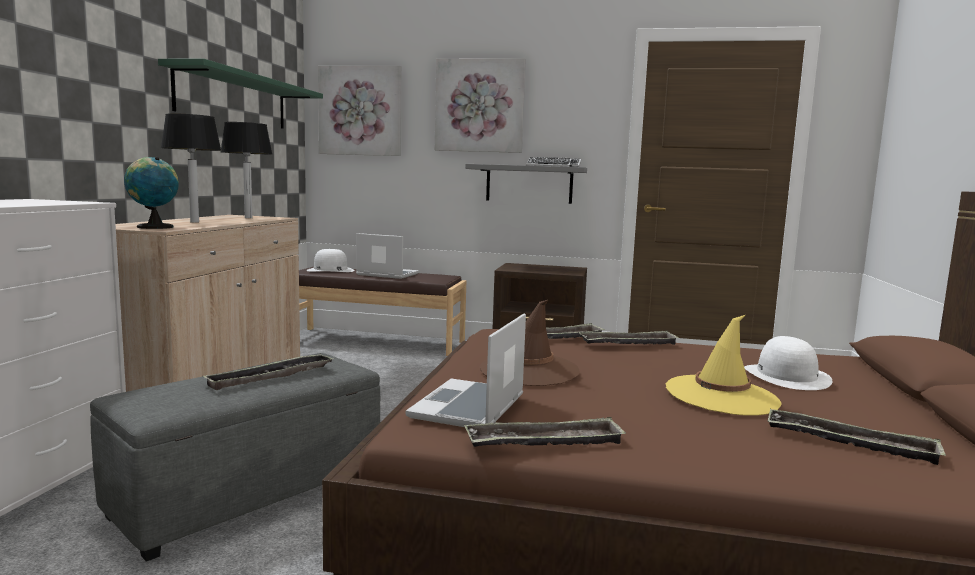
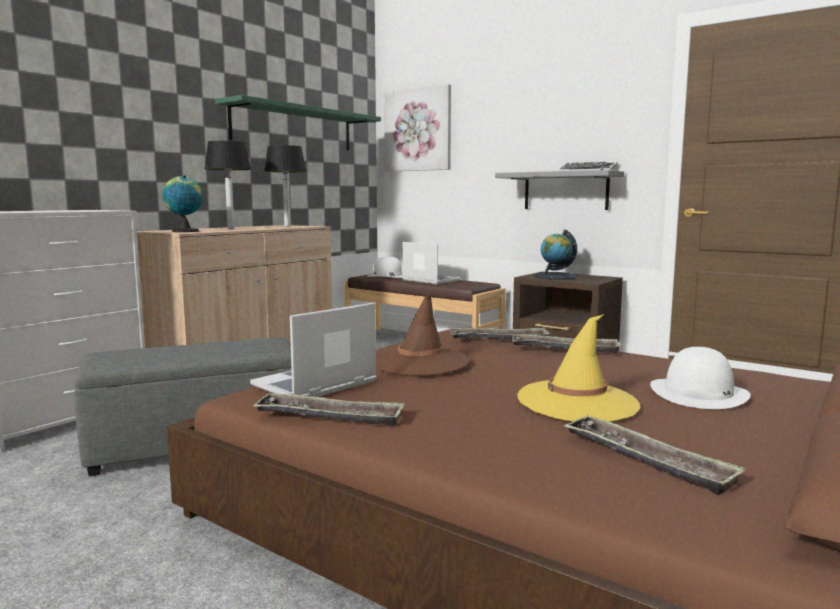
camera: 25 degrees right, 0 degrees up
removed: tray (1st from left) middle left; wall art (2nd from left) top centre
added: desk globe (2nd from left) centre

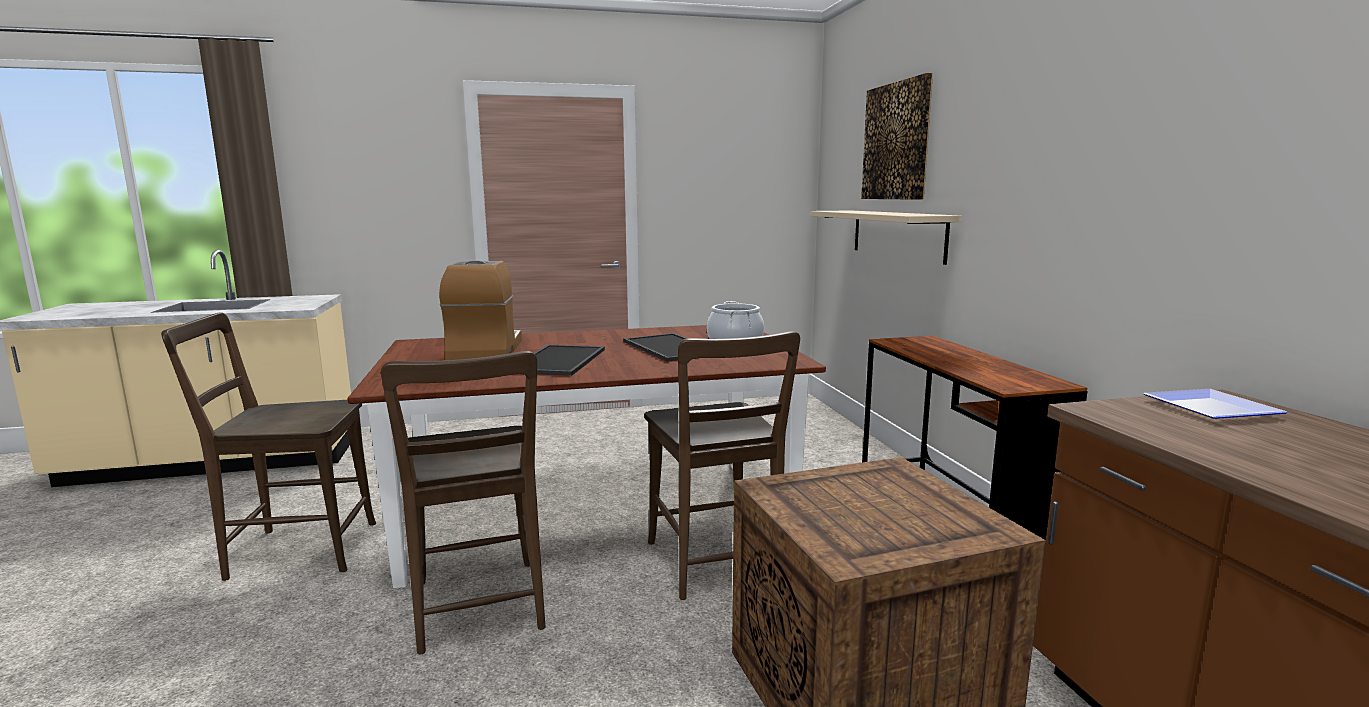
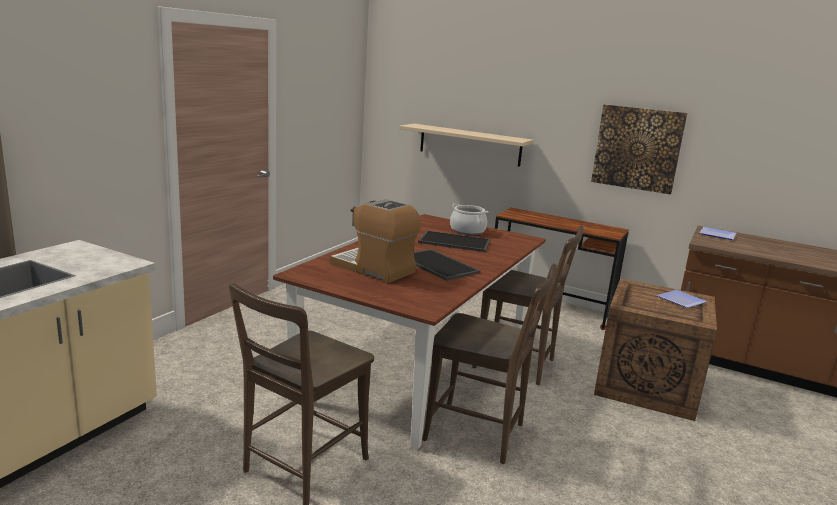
camera: 50 degrees left, 5 degrees up
added: dinner plate (1st from left) middle right
moved: wall art top centre to top right

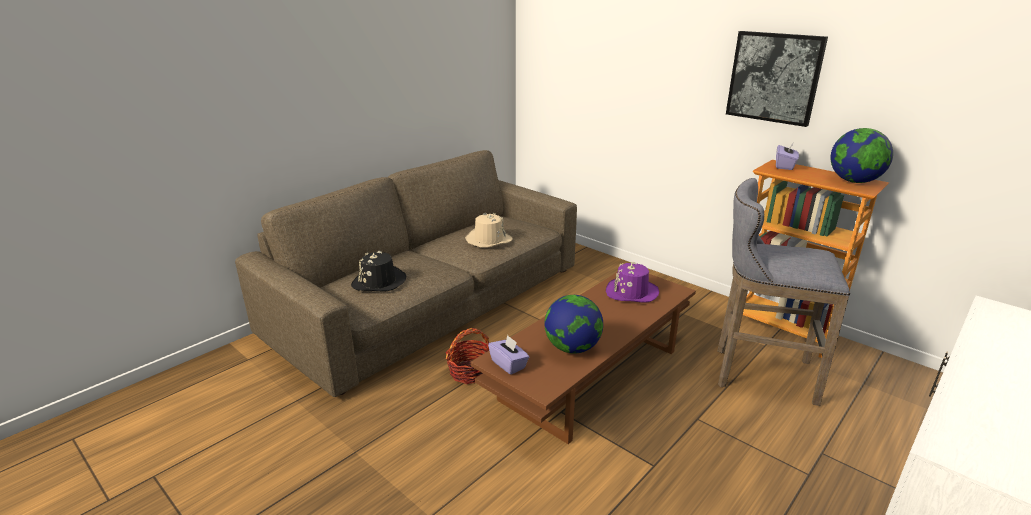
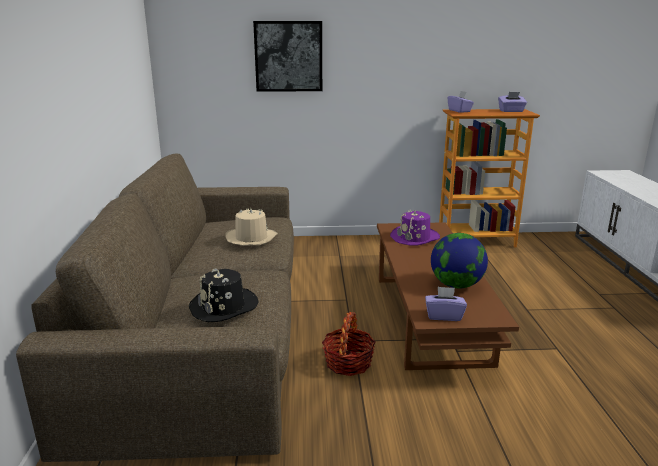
camera: 45 degrees left, 5 degrees down
removed: greyish sitting stool middle right
moved: wall art top right to top centre
replaced: desk globe (2nd from left) top right to purple tissue holder (3rd from left) top right

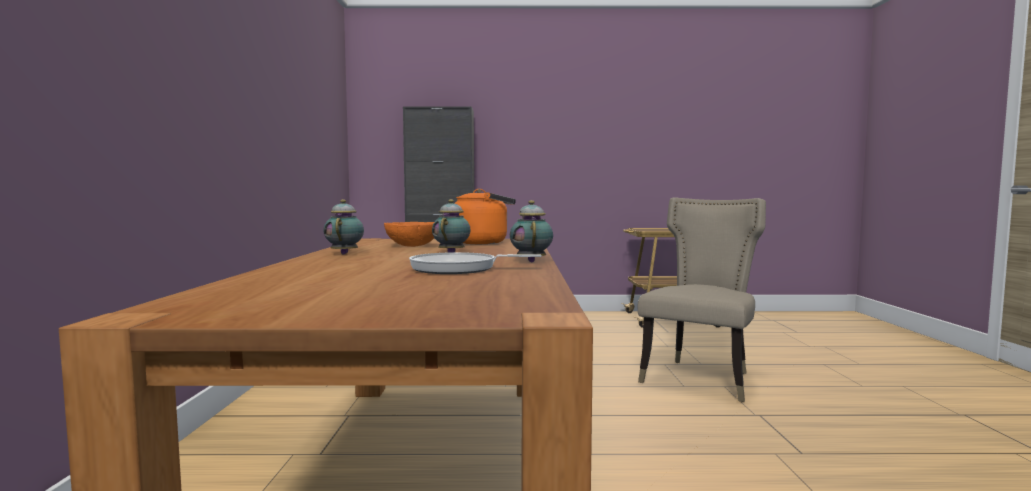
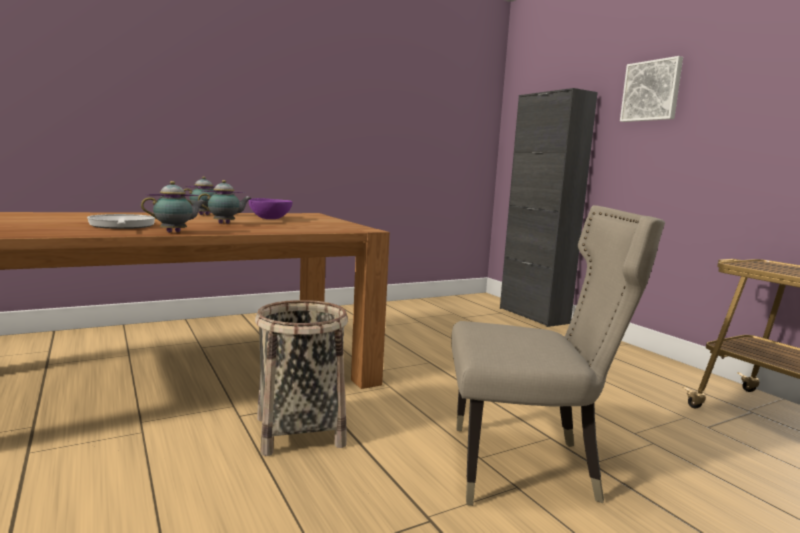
camera: 60 degrees right, 5 degrees up
removed: orangey tea kettle centre
added: basket bottom centre; wall art top right
recoloured: orangey deep dish centre to purple deep dish centre

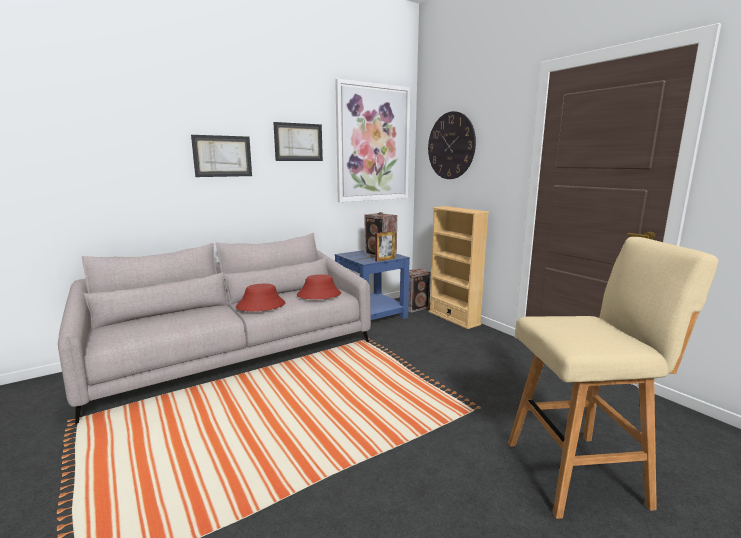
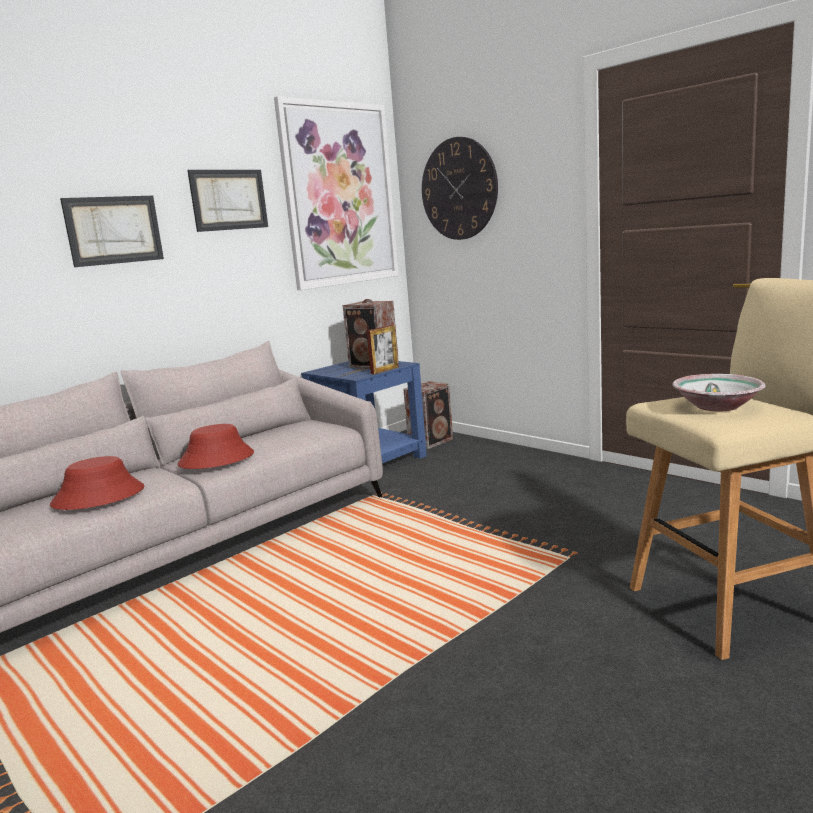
camera: 10 degrees left, 0 degrees up
removed: beige-coloured bookshelf centre
added: deep dish middle right
moved: reddish clothing hat (2nd from left in the first image) centre to reddish clothing hat (1st from left) middle left

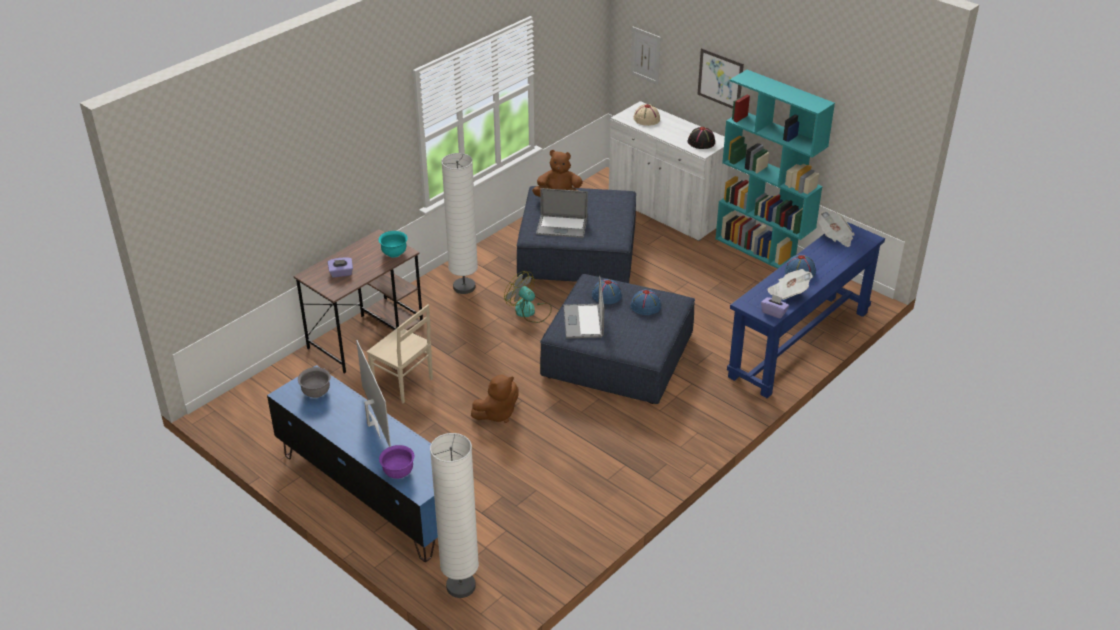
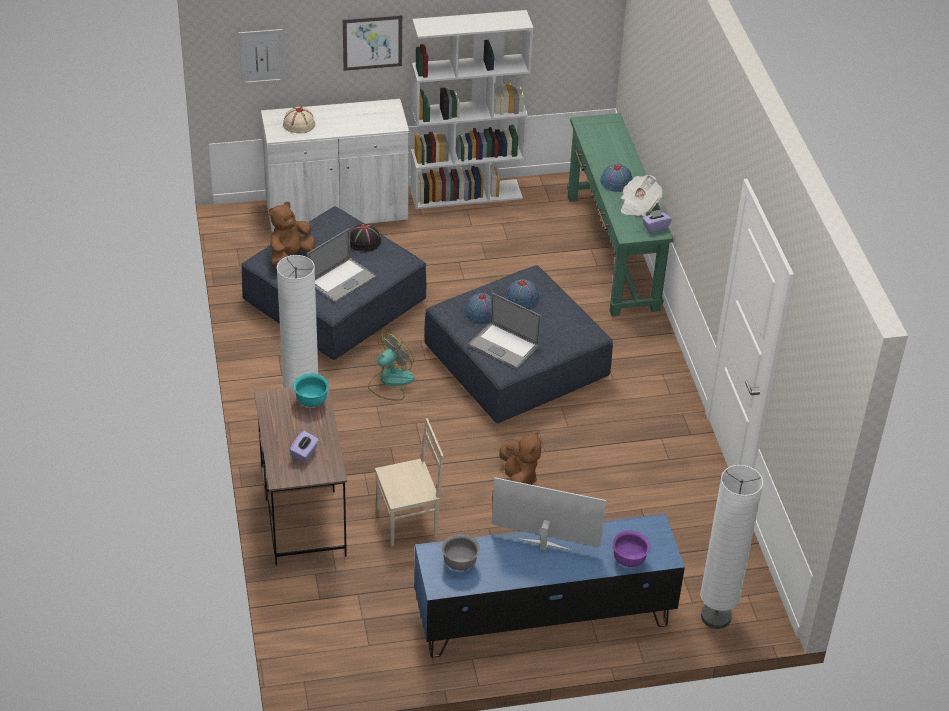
camera: 55 degrees left, 5 degrees up
removed: newspaper (2nd from left) middle right
moved: blackish clothing hat top centre to centre
recoloured: turquoise bookshelf top right to white bookshelf top centre; blue narrow table middle right to greenish narrow table top centre
turned: cooling fan centre = centre 150 degrees clockwise

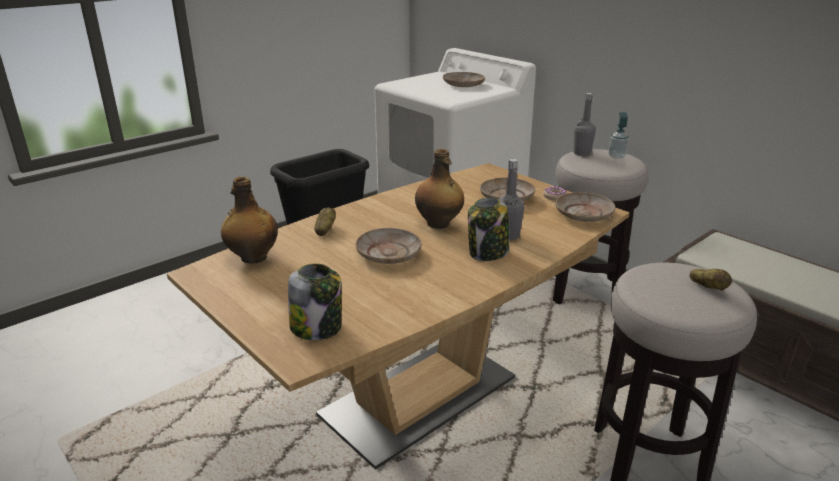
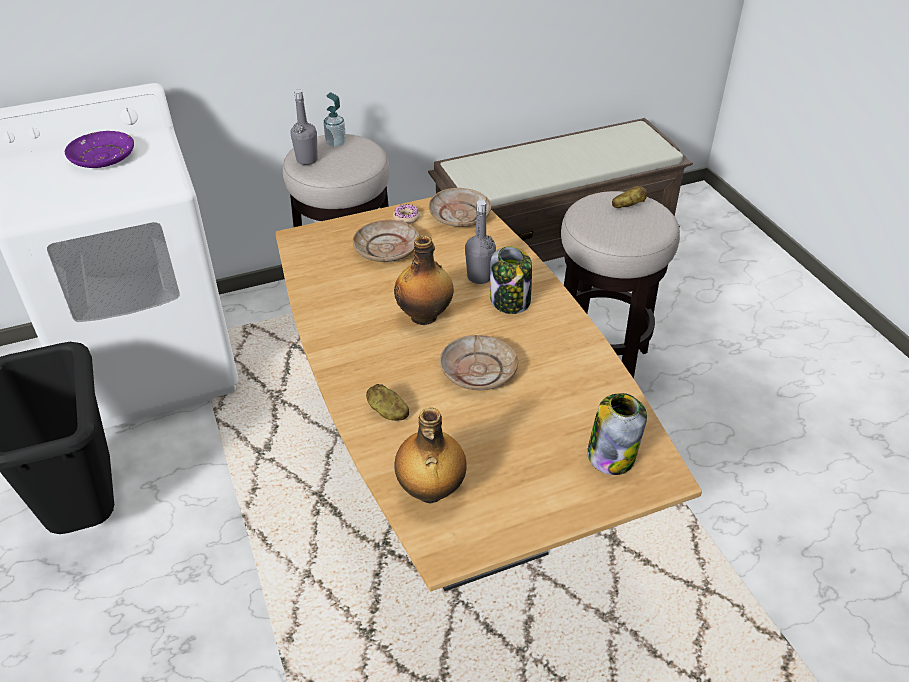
camera: 70 degrees left, 15 degrees up
recoloured: beige-coloured dinner plate (2nd from left) top centre to purple dinner plate top left

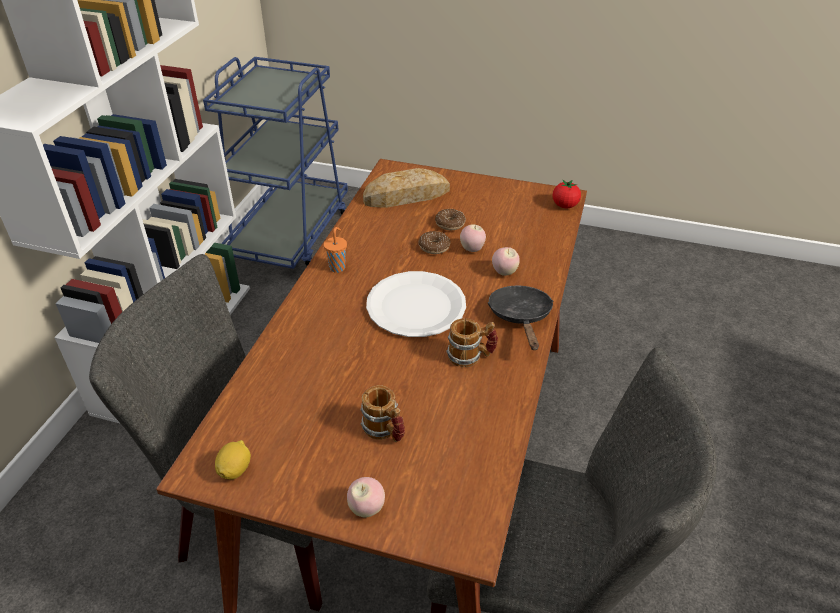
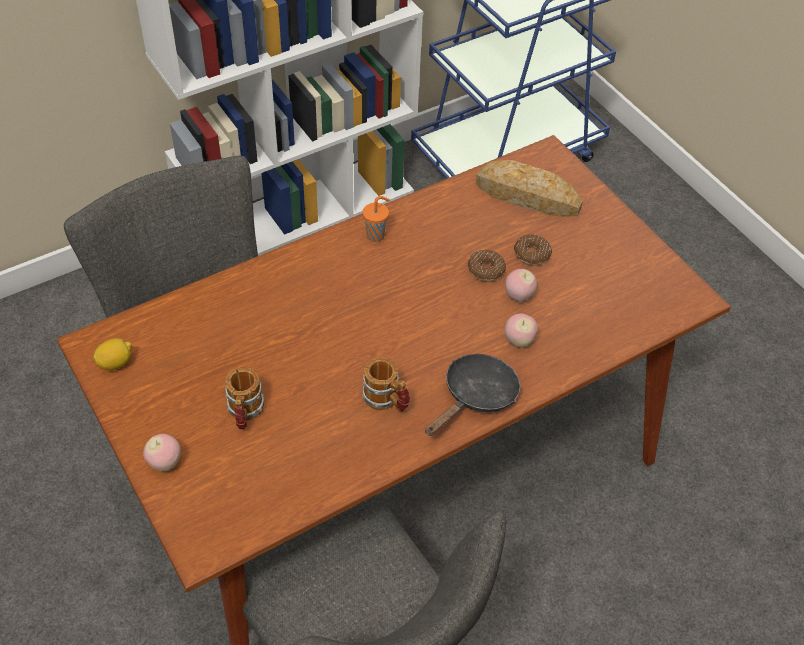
camera: 40 degrees right, 10 degrees up
removed: white dinner plate centre; fresh tomato top right

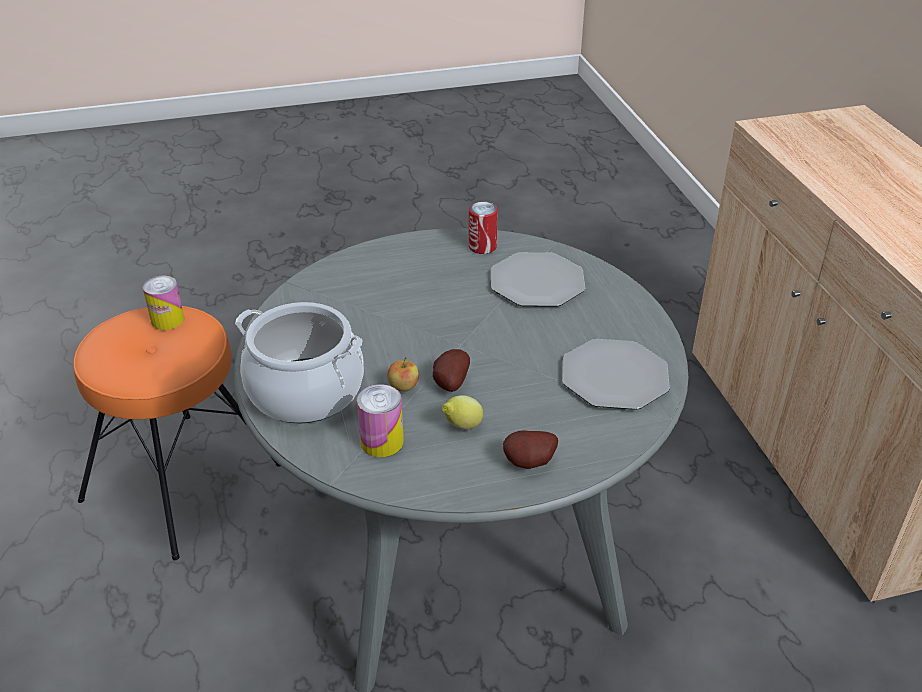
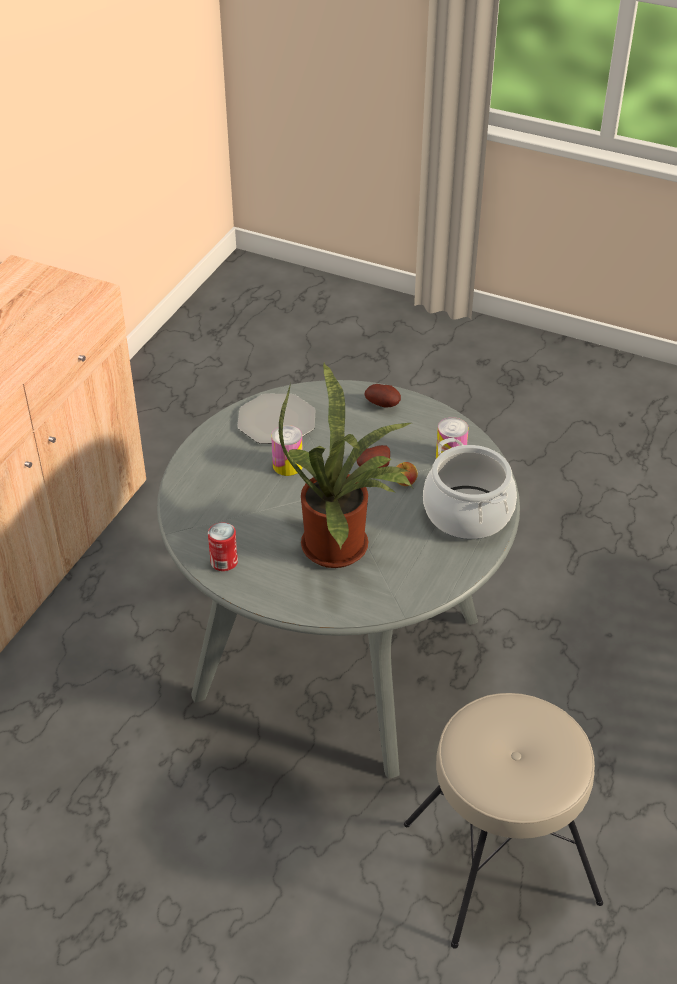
camera: 140 degrees left, 5 degrees up
removed: citrus fruit centre; dinner plate (1st from left) centre
added: plant in a pot centre
moved: sealed can (1st from left in the first image) middle left to sealed can (2nd from left) centre
recoloured: orangey sitting stool middle left to beige-coloured sitting stool bottom right

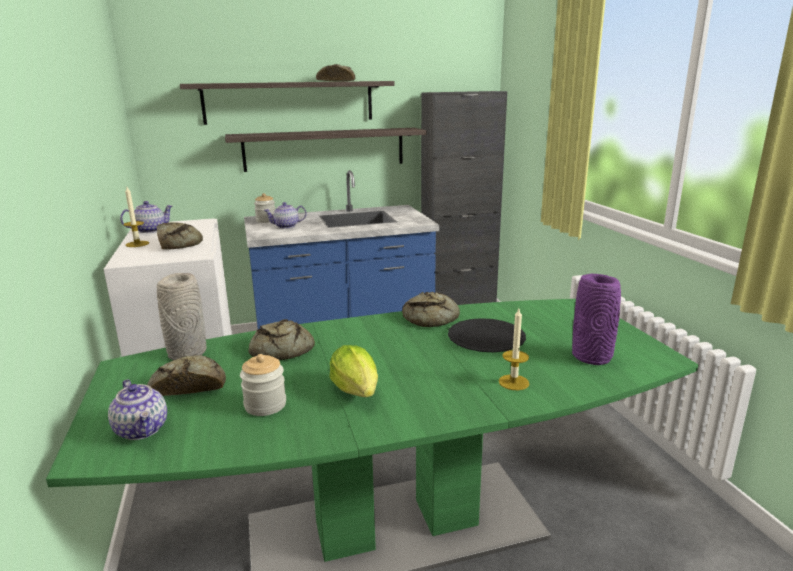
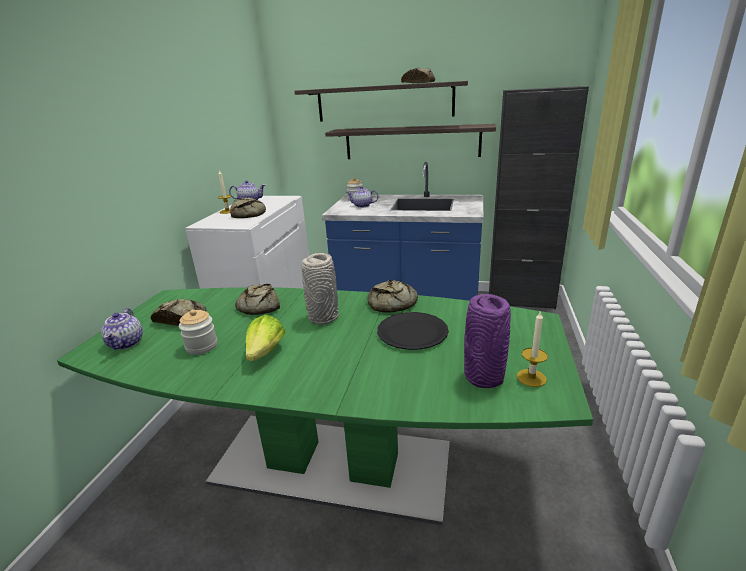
camera: 30 degrees right, 5 degrees up
moved: greyish flower vase middle left to centre; wax candle (2nd from left) centre to middle right

